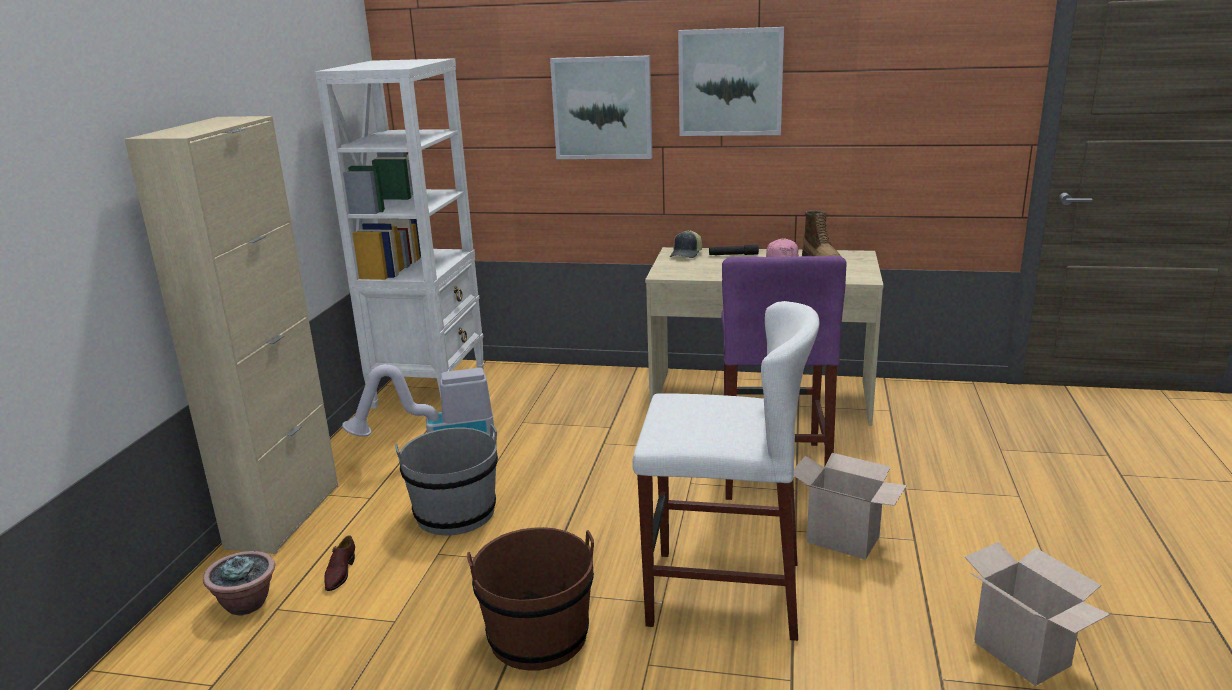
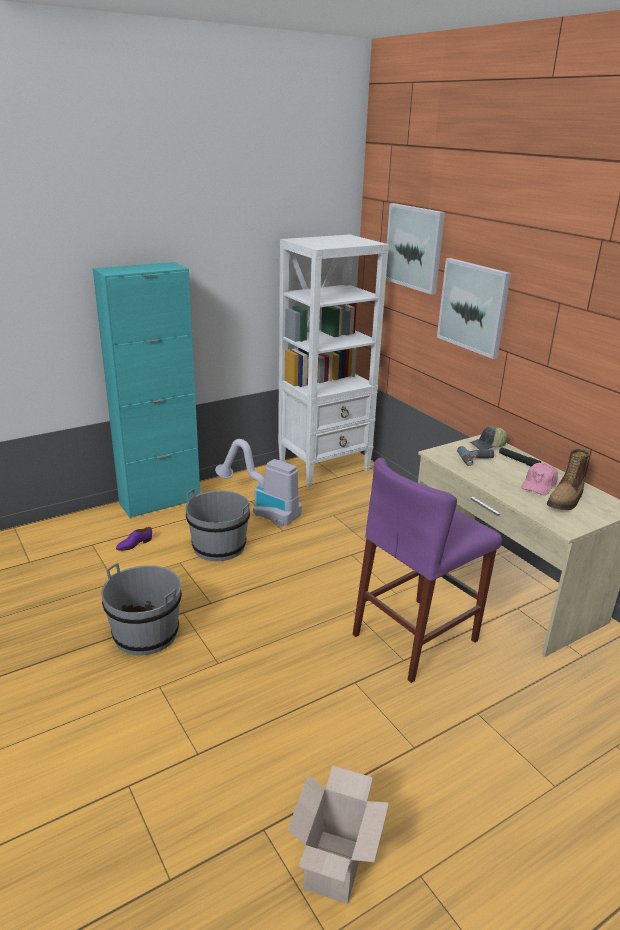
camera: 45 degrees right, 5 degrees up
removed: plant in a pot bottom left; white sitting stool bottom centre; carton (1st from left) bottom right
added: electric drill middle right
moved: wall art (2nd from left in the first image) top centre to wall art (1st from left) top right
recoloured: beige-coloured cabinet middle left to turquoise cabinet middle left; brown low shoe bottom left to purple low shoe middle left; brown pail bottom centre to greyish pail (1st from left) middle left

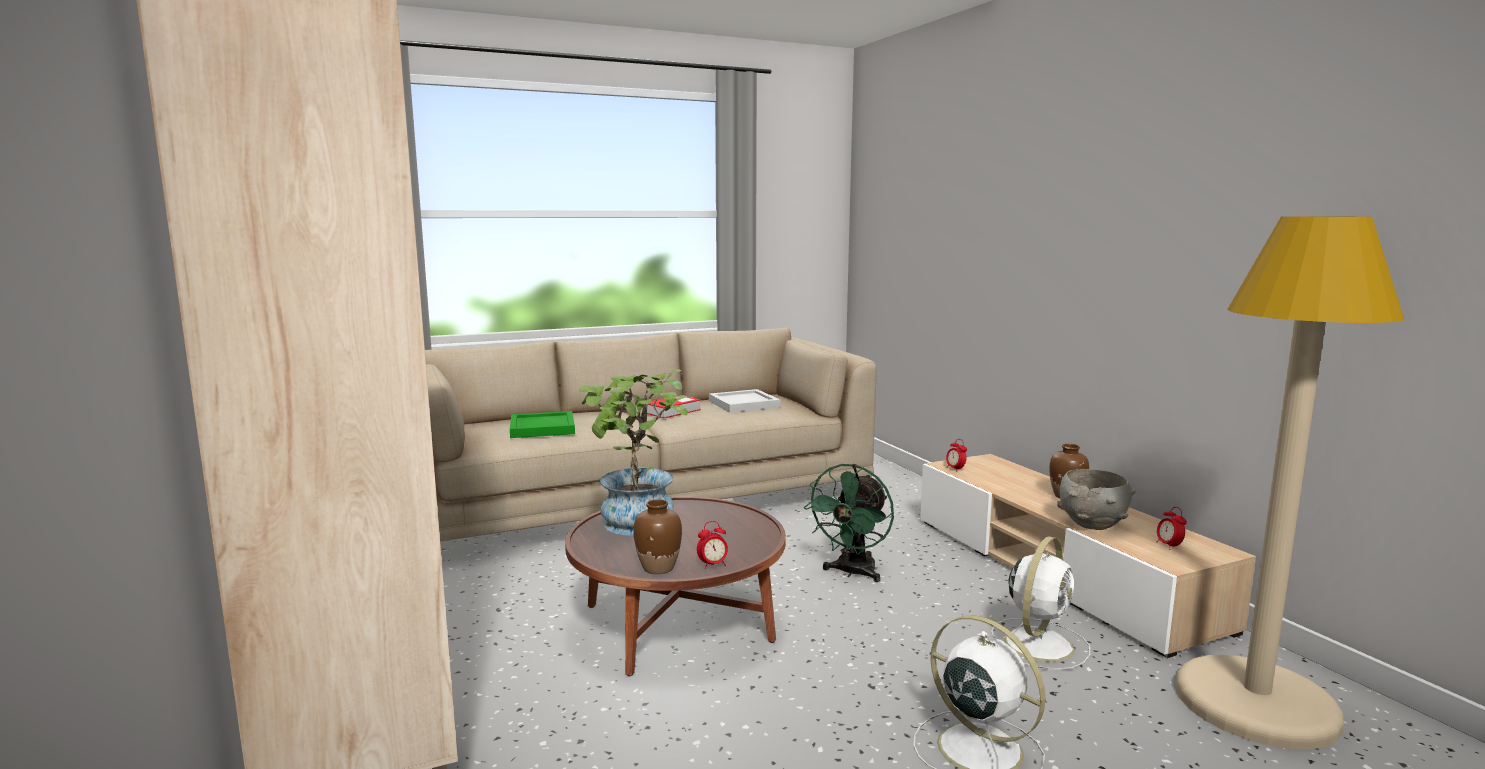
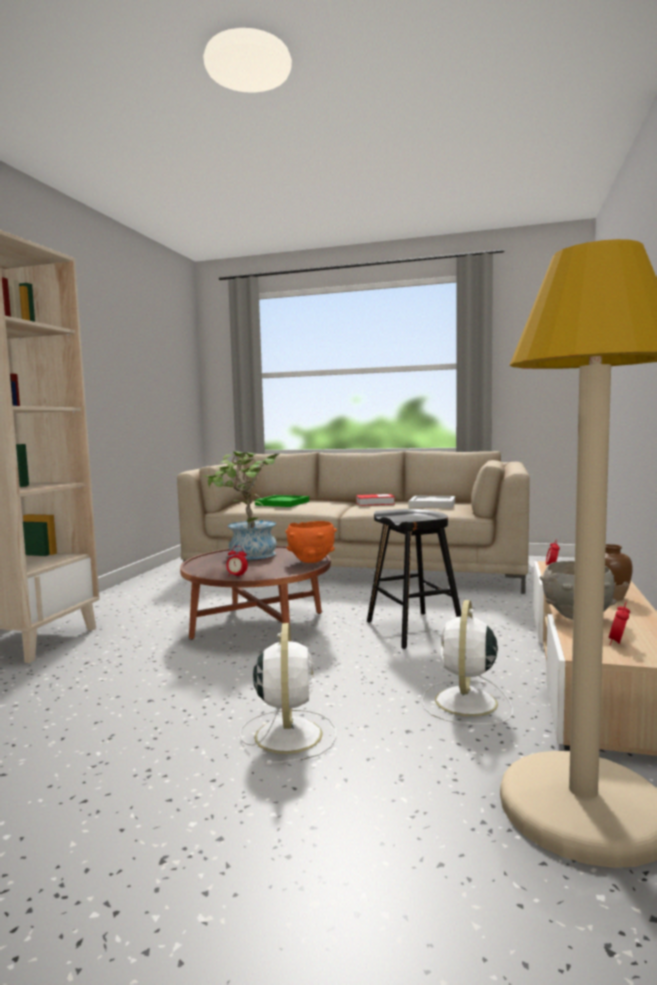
camera: 40 degrees right, 5 degrees down
removed: brown flower vase (1st from left) bottom centre
added: orangey deep dish centre
replaced: greenish cooling fan bottom centre to blackish sitting stool centre
turned: white cooling fan (2nd from left) bottom right = bottom right 120 degrees clockwise

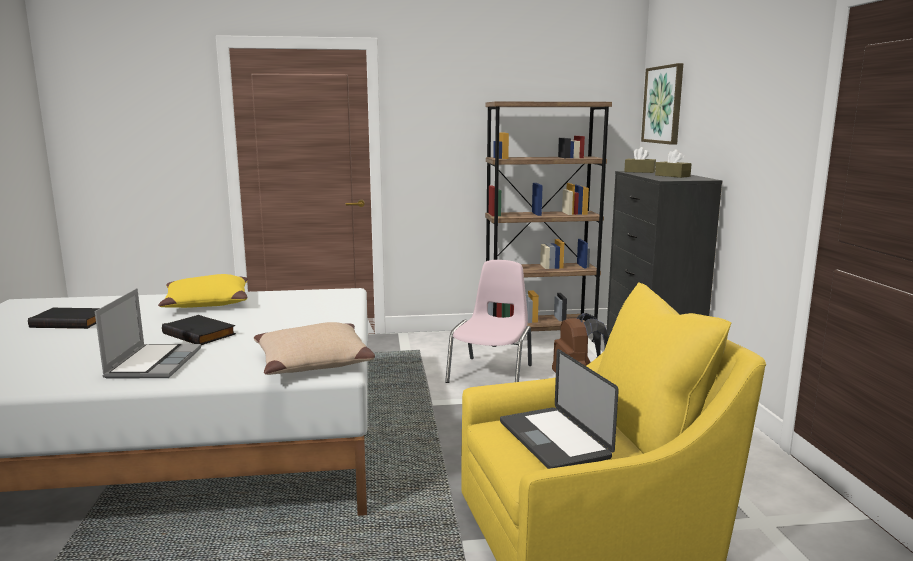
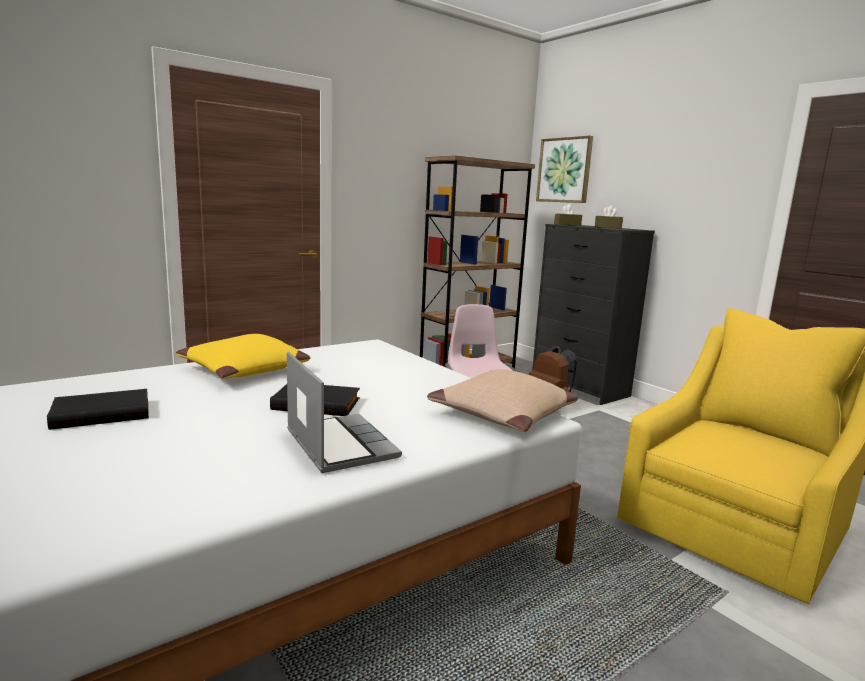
camera: 30 degrees left, 0 degrees up
removed: laptop (2nd from left) bottom centre

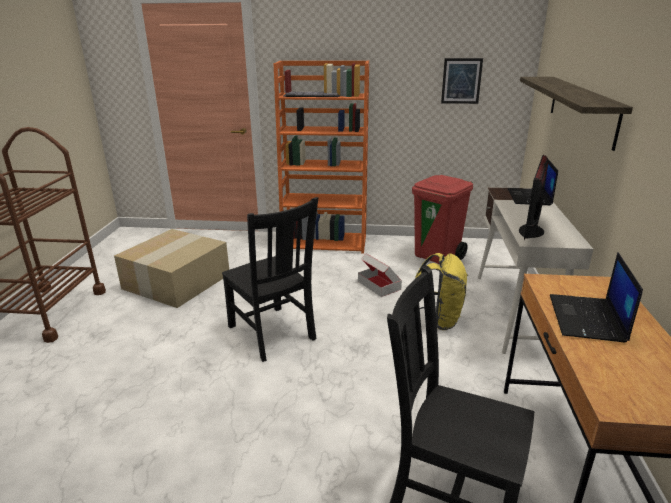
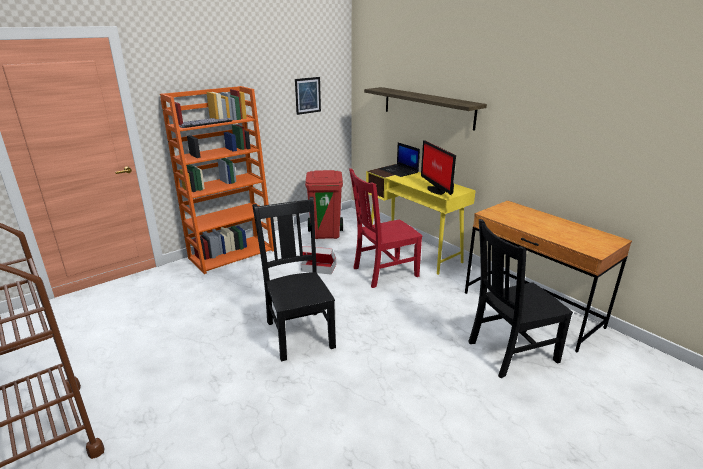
camera: 45 degrees left, 0 degrees up
removed: carton (1st from left) middle left; laptop (2nd from left) middle right
replaced: yellow-coloured knapsack centre to reddish chair centre
recoloured: white desk middle right to yellow-coloured desk centre
turned: blackish chair (1st from left) centre = centre 120 degrees counterclockwise

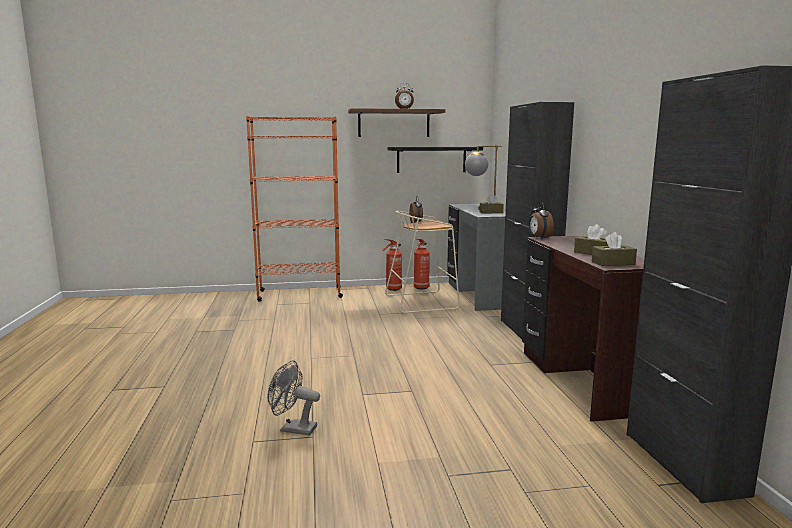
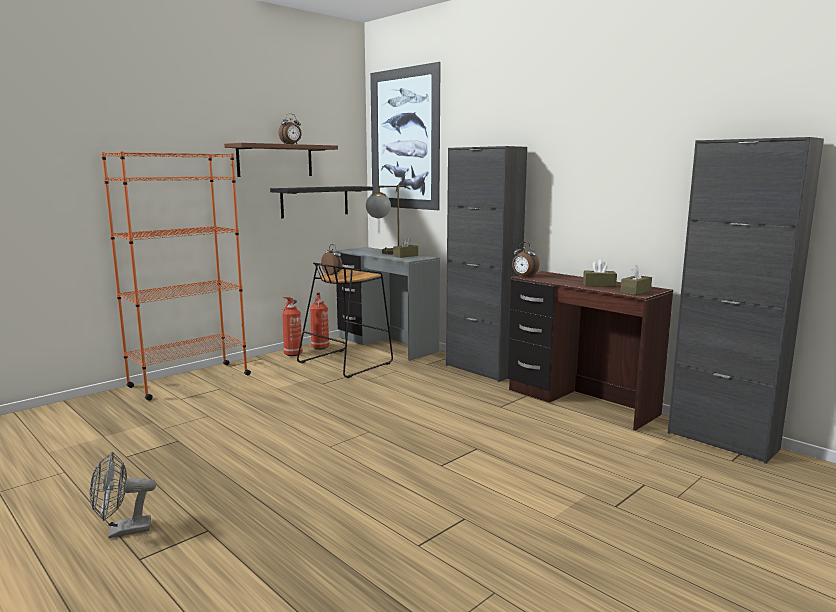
camera: 35 degrees left, 0 degrees up
added: wall art top centre
moved: greyish cooling fan bottom centre to bottom left
recoloured: beige-coloured sitting stool centre to blackish sitting stool centre

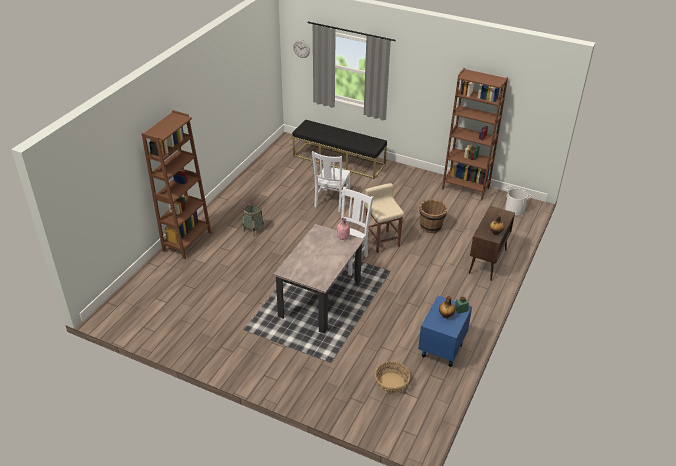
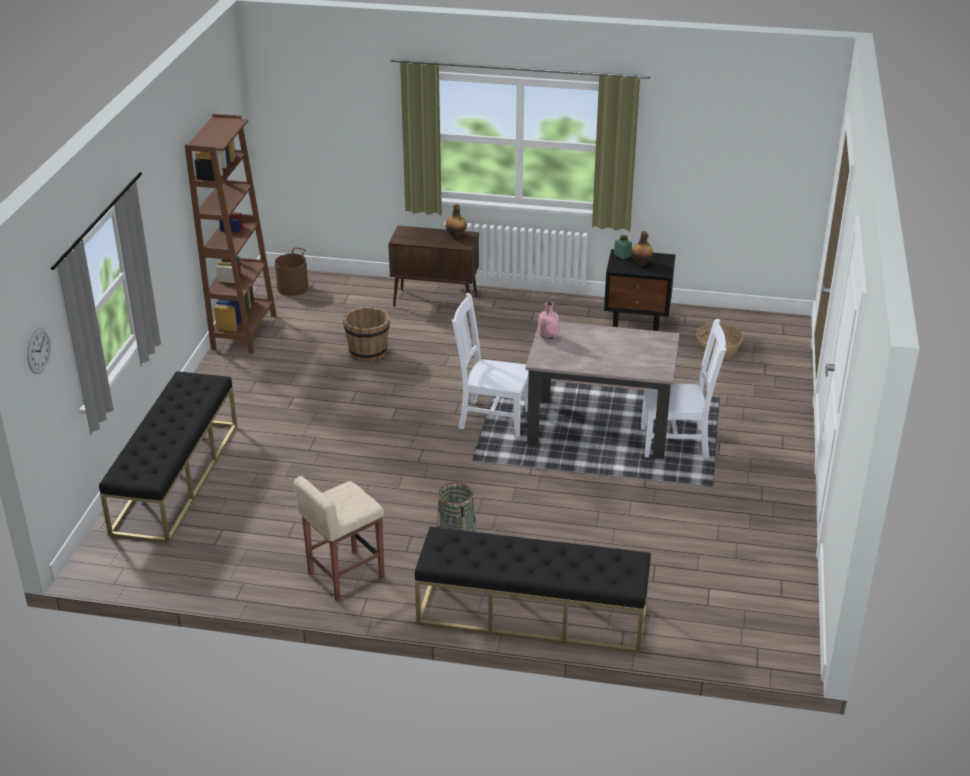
camera: 105 degrees left, 5 degrees down
moved: white chair (1st from left in the first image) centre to white chair (2nd from left) middle right; beige-coloured sitting stool centre to bottom centre
replaced: brown bookshelf (1st from left) middle left to blackish long seat (2nd from left) bottom centre
recoloured: blue bedside table bottom centre to blackish bedside table centre; white pail middle right to brown pail (1st from left) middle left

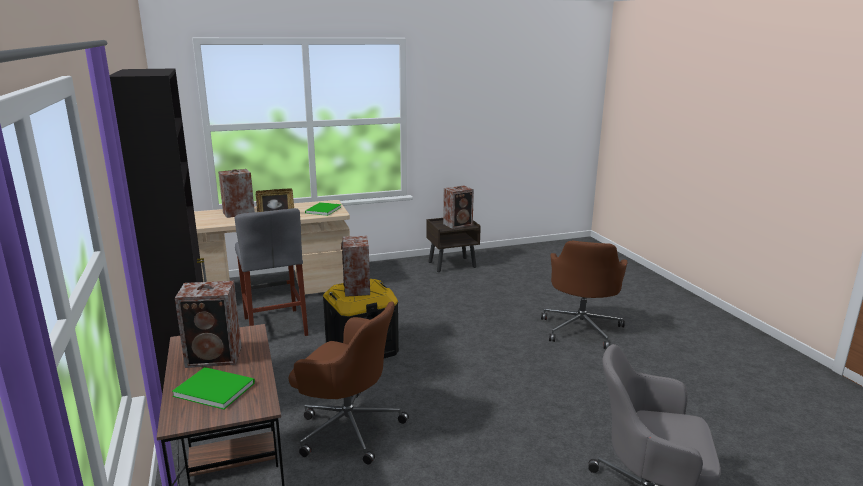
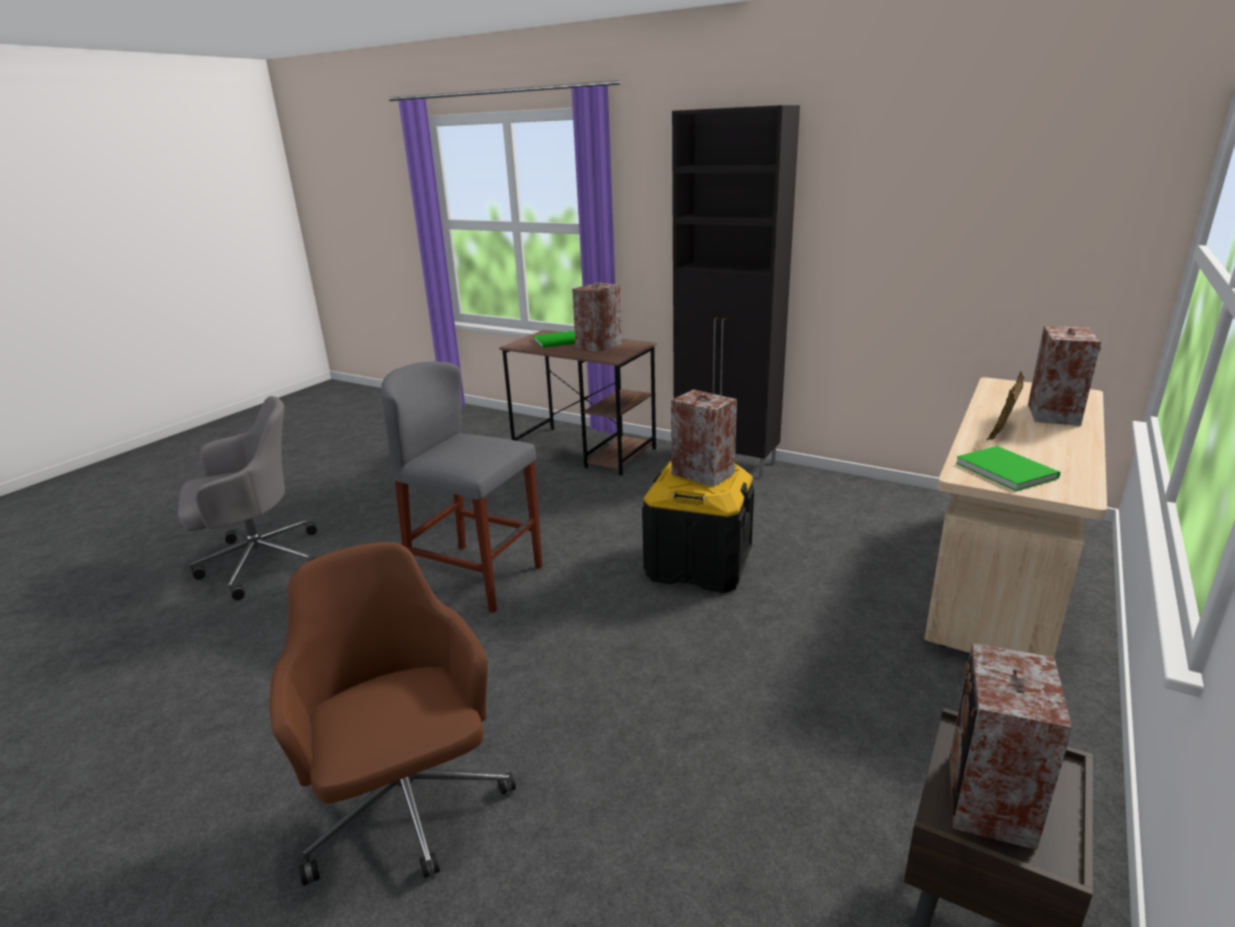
camera: 140 degrees right, 5 degrees up
removed: brown desk chair (1st from left) bottom centre
moved: greyish sitting stool middle left to centre

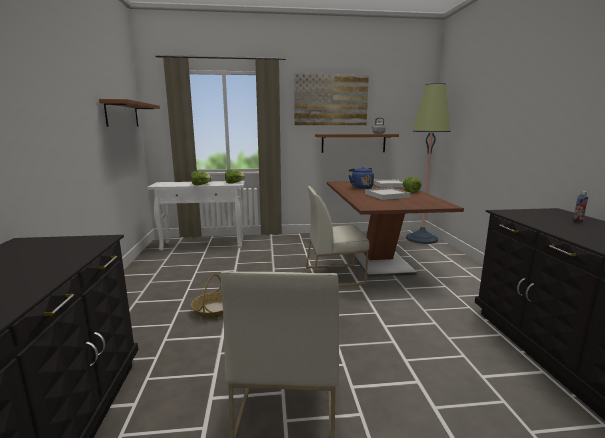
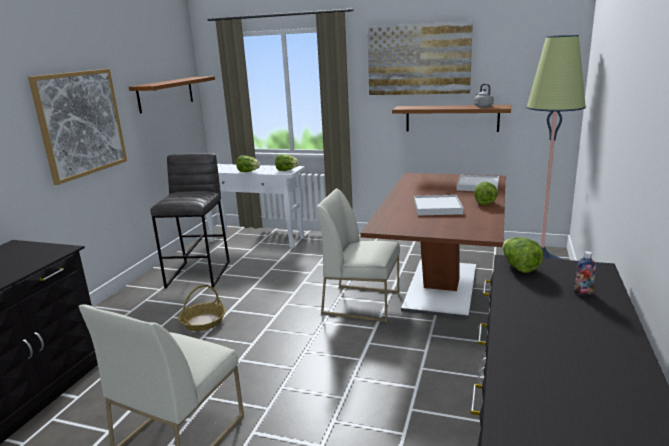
camera: 25 degrees right, 5 degrees up
removed: blue tea kettle centre
added: wall art (1st from left) top left; greyish sitting stool middle left; head of lettuce (4th from left) middle right

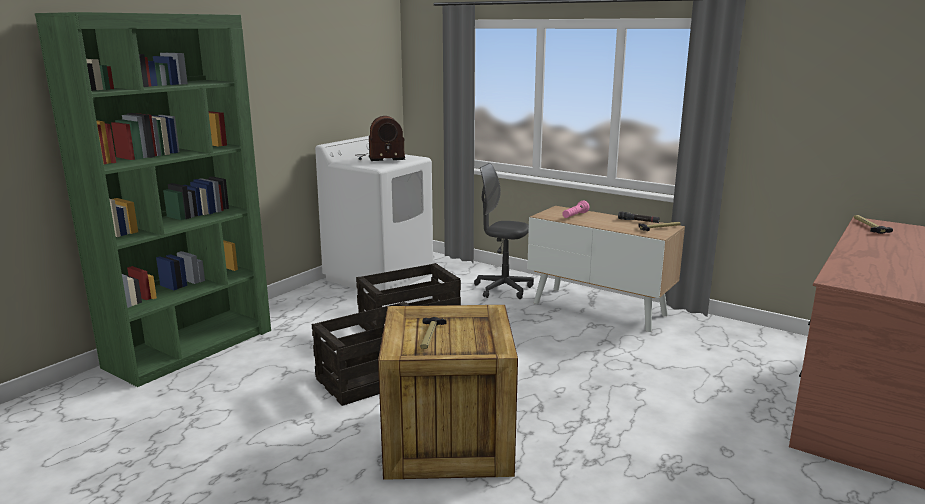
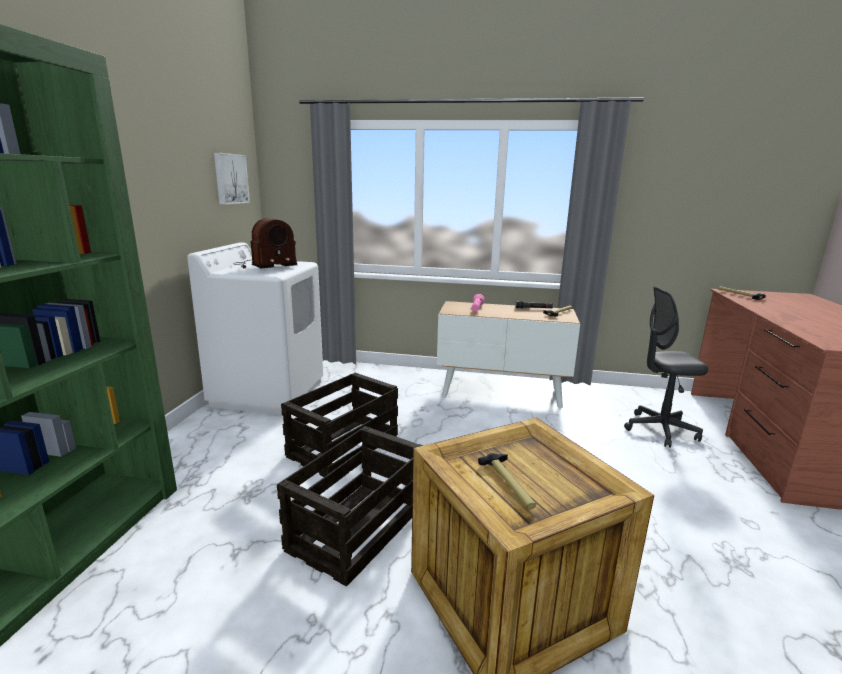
camera: 25 degrees left, 0 degrees up
added: wall art top left
moved: greyish desk chair centre to middle right

